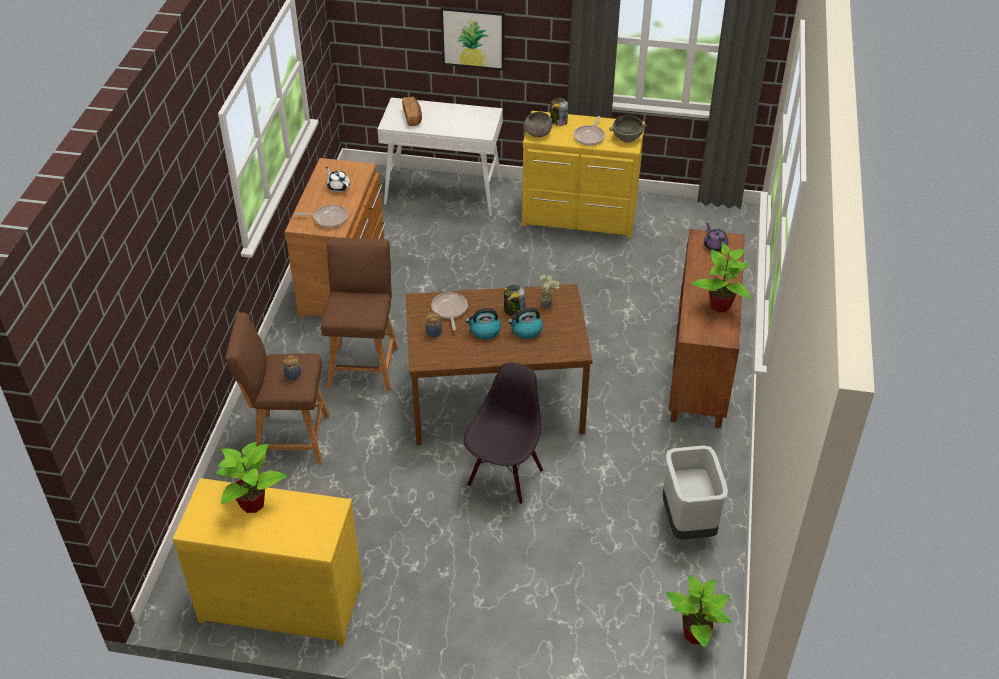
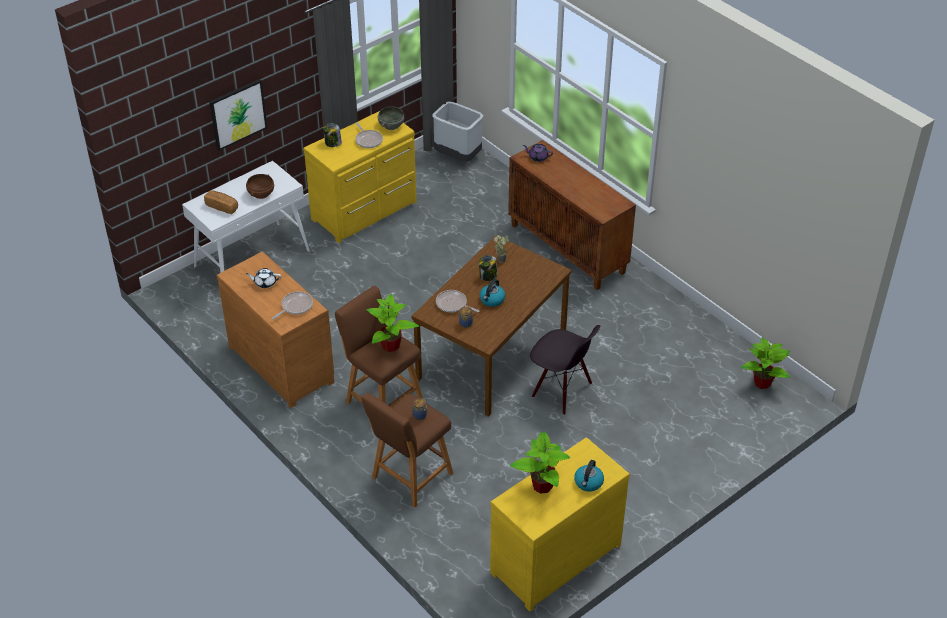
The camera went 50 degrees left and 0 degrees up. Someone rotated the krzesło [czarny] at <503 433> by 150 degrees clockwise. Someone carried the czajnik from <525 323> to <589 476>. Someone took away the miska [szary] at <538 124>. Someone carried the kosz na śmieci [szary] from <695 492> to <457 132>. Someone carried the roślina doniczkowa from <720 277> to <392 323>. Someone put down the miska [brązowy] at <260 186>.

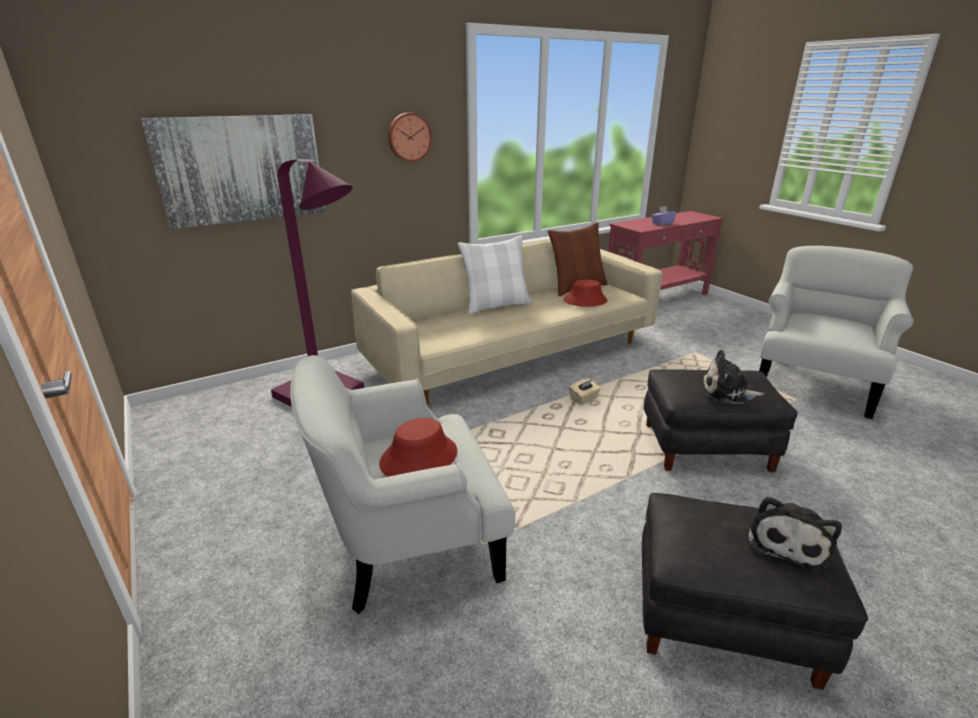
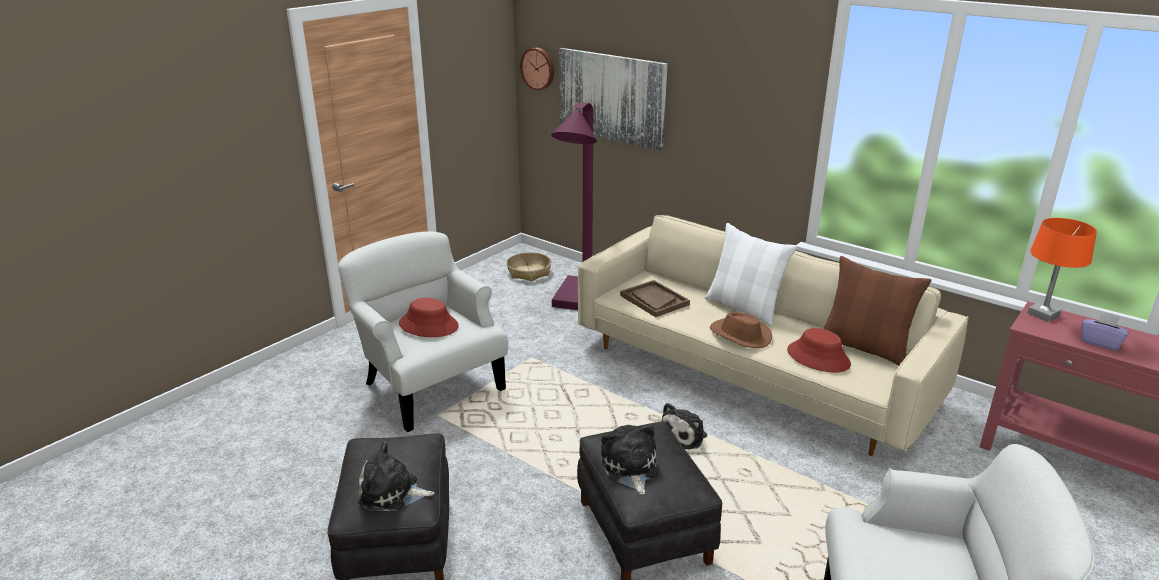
The camera went 70 degrees right and 0 degrees up. Someone carried the zegar ścienny from <410 137> to <537 69>. Someone swapped the pudełko chusteczek [beżowy] at <585 391> for the pluszak at <684 426>. Someone put down the koszyk at <528 267>. Someone put down the taca [brązowy] at <655 298>. Someone put down the kapelusz [brązowy] at <741 330>. Someone put down the lampa stołowa [pomarańczowy] at <1062 270>.

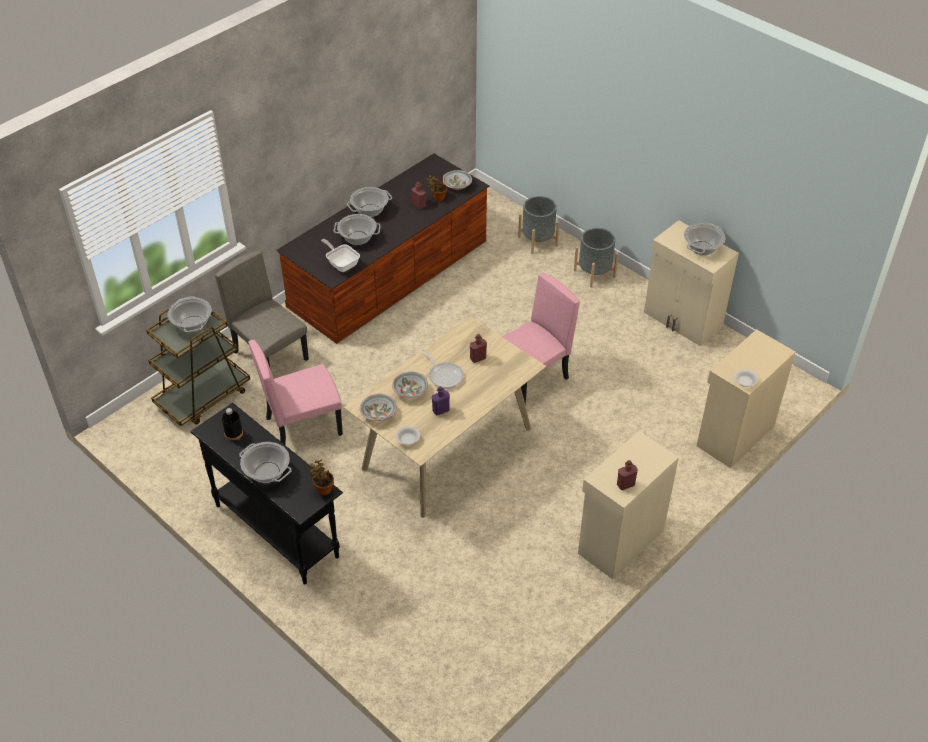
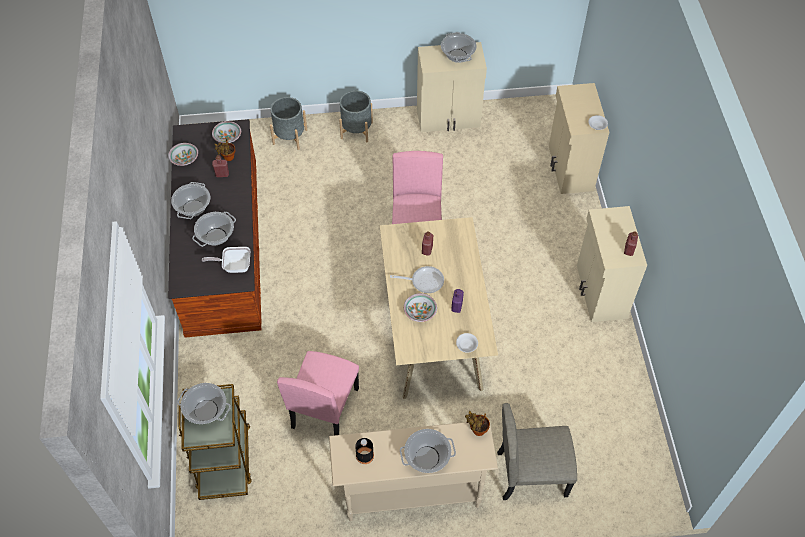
The camera went 50 degrees left and 10 degrees up. Someone repainted the stolik konsolowy [czarny] at <266 493>, which became the stolik konsolowy [beżowy] at <413 470>. Someone carried the krzesło [beżowy] from <262 308> to <537 451>. Someone carried the miska from <378 407> to <183 154>.

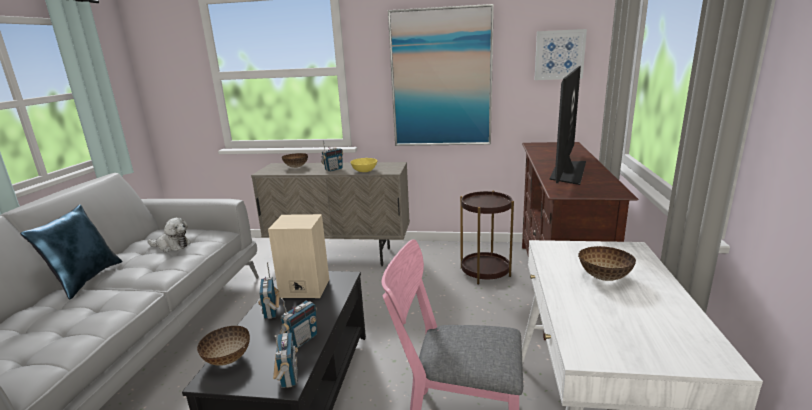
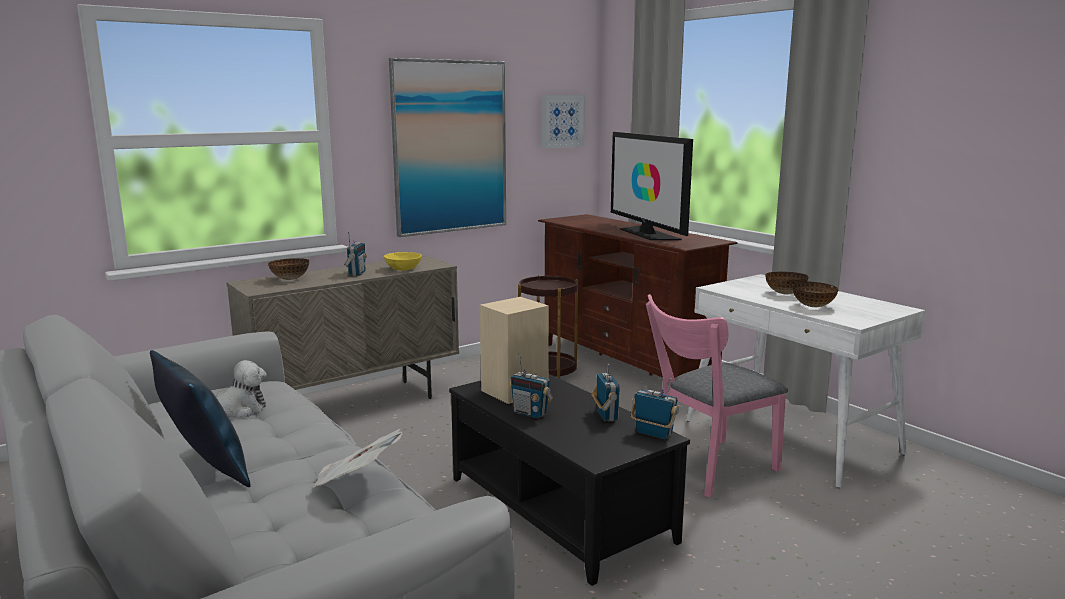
The camera went 45 degrees left and 5 degrees down. Someone carried the miska from <223 346> to <815 294>. Someone put down the gazeta at <357 459>.

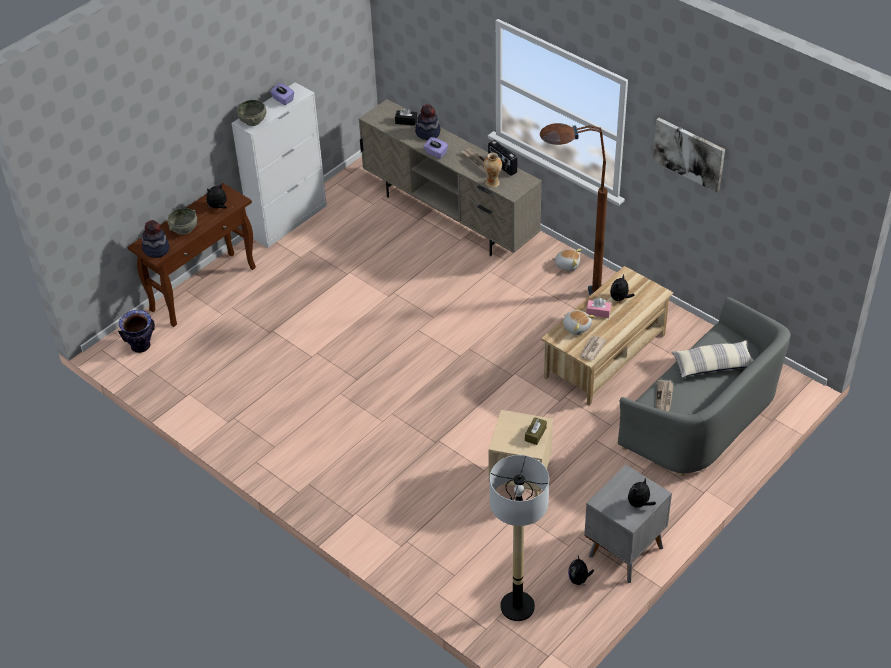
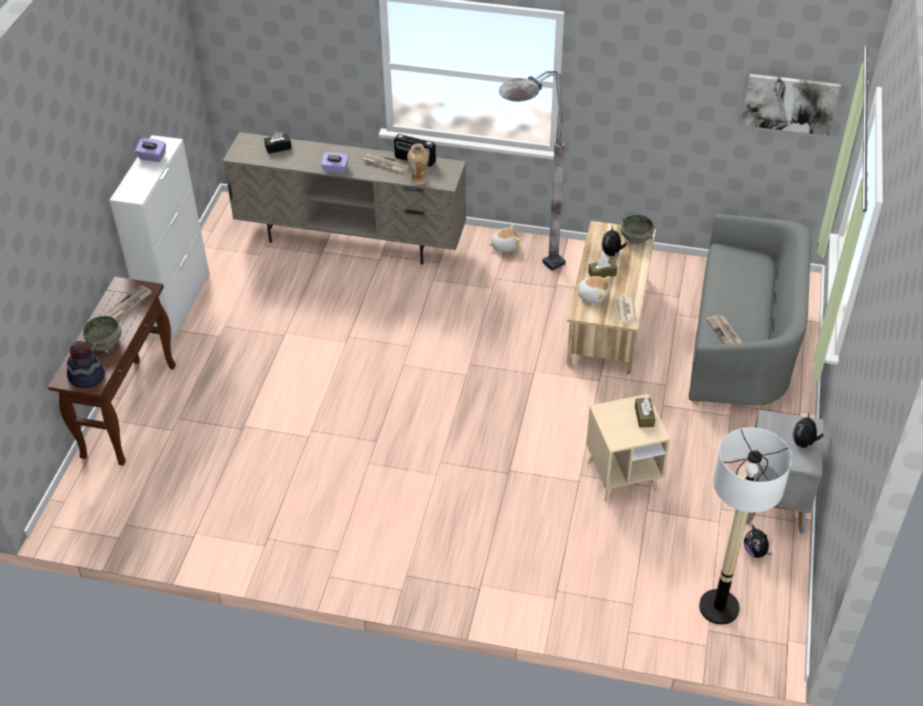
The camera went 30 degrees left and 0 degrees up. Someone took away the wazon at <136 331>. Someone swapped the pluszak at <216 197> for the gazeta at <128 302>. Someone carried the miska [szary] from <251 113> to <637 229>. Someone took away the kapelusz at <427 122>. Someone repainted the lampa stojąca [brązowy] at <573 209>, which became the lampa stojąca [szary] at <532 171>. Someone repainted the pudełko chusteczek [różowy] at <598 308>, which became the pudełko chusteczek [brązowy] at <602 267>. Someone carried the obraz from <689 155> to <791 105>. Someone took away the poduszka at <712 359>.

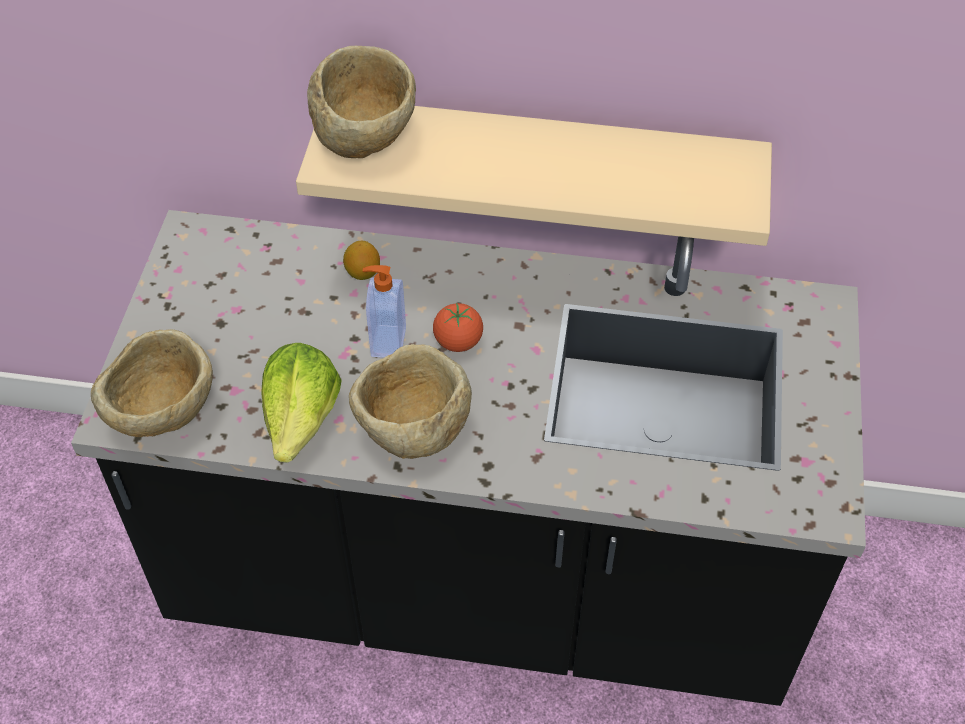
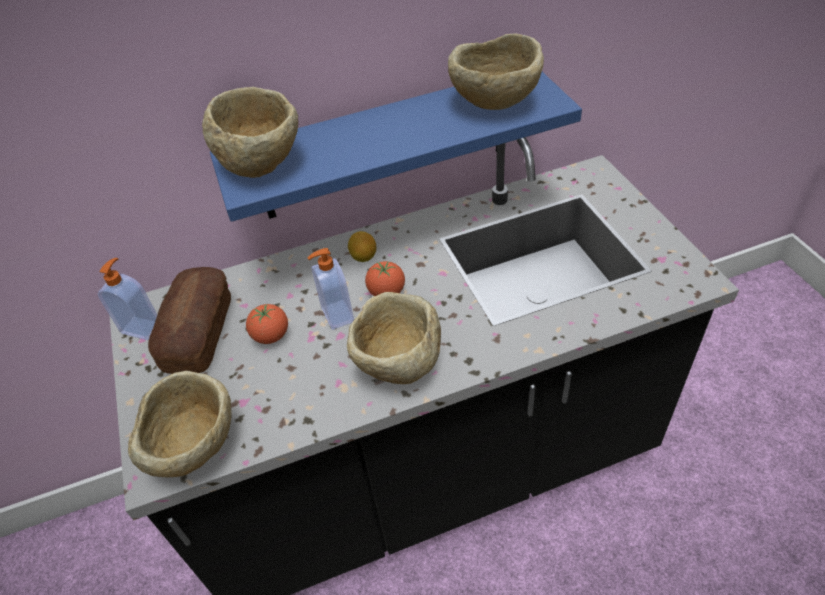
The camera went 25 degrees left and 5 degrees down. Someone took away the sałata at <301 403>. Someone repainted the półka [beżowy] at <534 176>, which became the półka [niebieski] at <396 147>. Someone carried the cytryna from <361 260> to <362 246>. Someone put down the dozownik mydła at <127 299>. Someone put down the chleb at <189 320>. Someone put down the pomidor at <267 324>. Someone put down the miska [beżowy] at <496 71>.

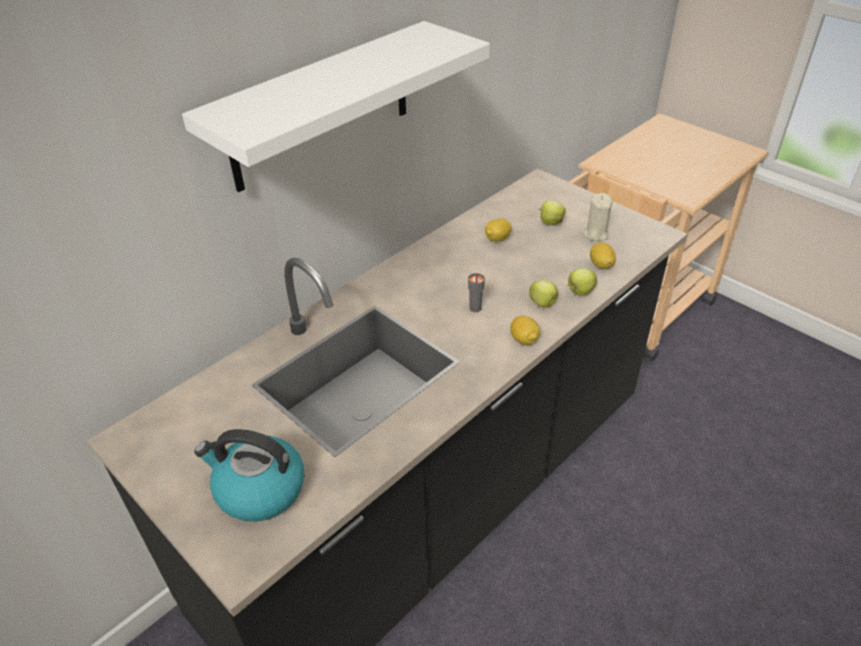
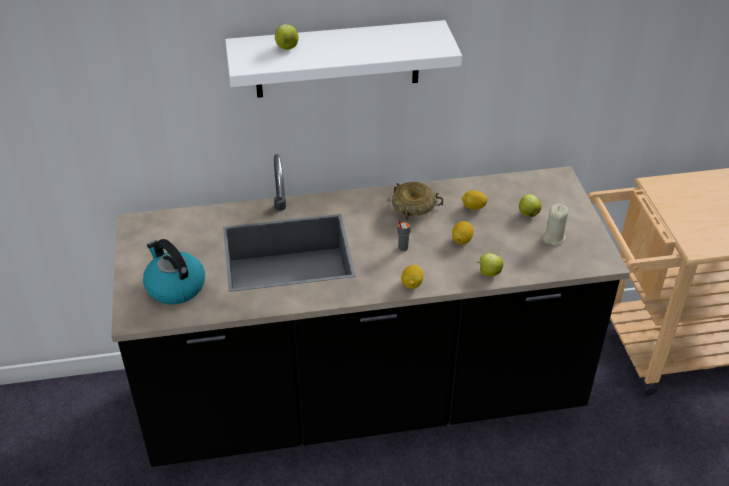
The camera went 35 degrees right and 0 degrees up. Someone carried the jabłko from <543 294> to <287 37>. Someone carried the cytryna from <603 255> to <463 233>. Someone put down the miska [beżowy] at <418 201>.

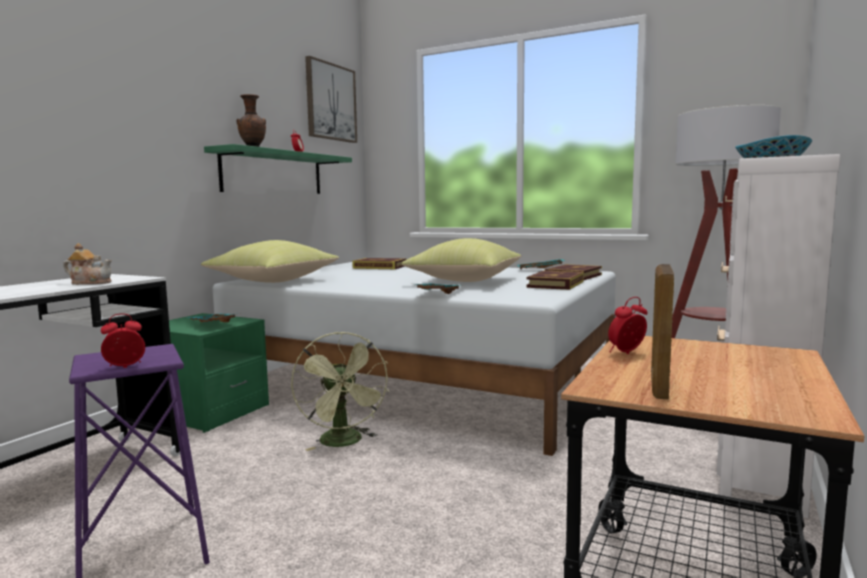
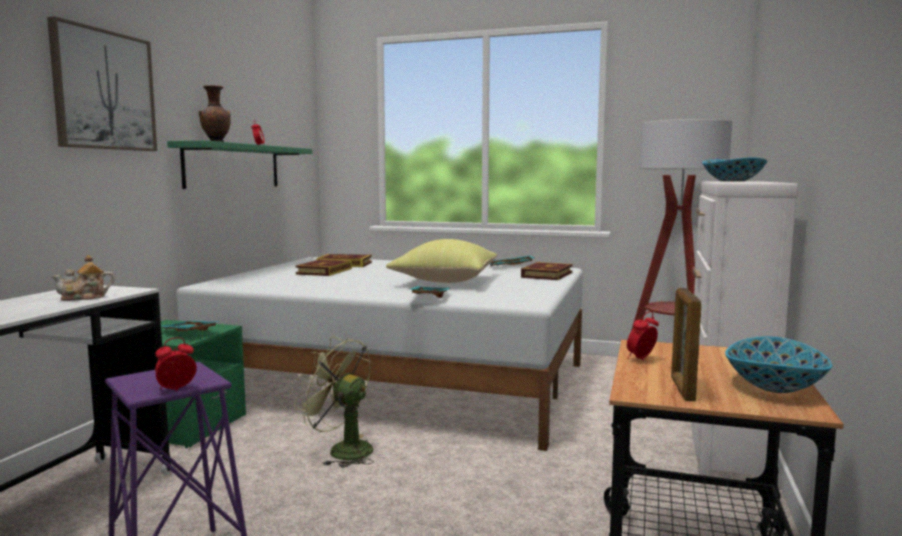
The camera went 10 degrees left and 0 degrees up. Someone rotated the imbryk at <87 264> by 150 degrees clockwise. Someone took away the poduszka [żółty] at <270 261>. Someone rotated the wentylator [zielony] at <340 391> by 150 degrees clockwise. Someone carried the obraz from <331 99> to <102 83>. Someone carried the książka from <555 280> to <324 267>. Someone put down the miska at <778 364>.

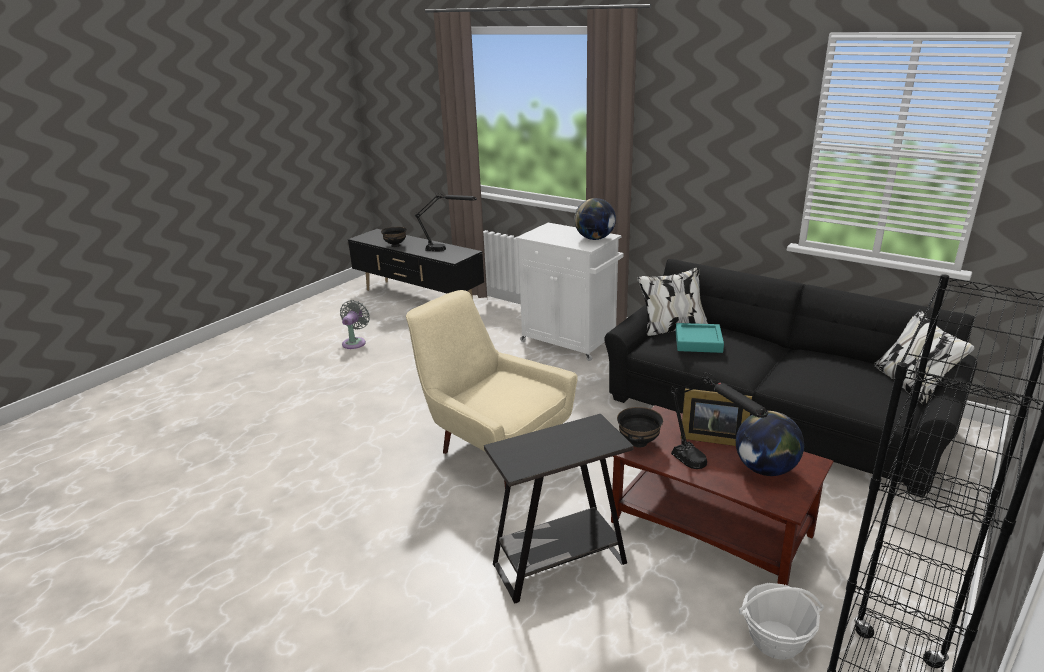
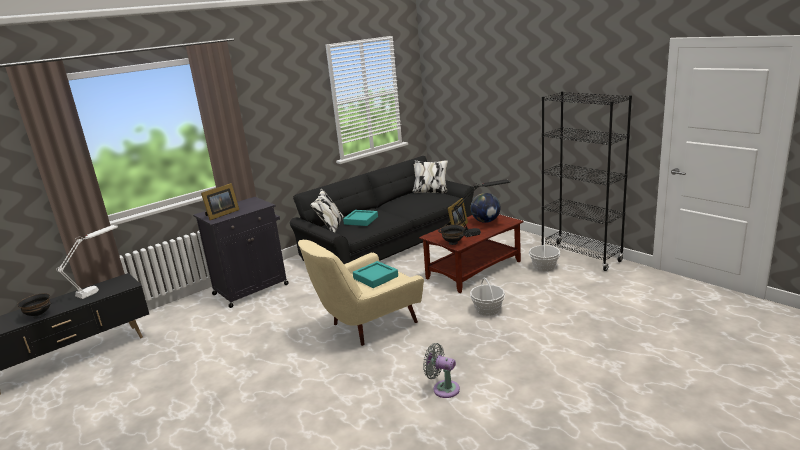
The camera went 75 degrees left and 5 degrees down. Someone carried the wentylator [szary] from <355 324> to <441 370>. Someone repainted the lampa stołowa [czarny] at <445 222>, which became the lampa stołowa [biały] at <87 262>. Someone swapped the stolik [czarny] at <559 509> for the koszyk at <487 296>. Someone repainted the szafka [biały] at <570 292>, which became the szafka [czarny] at <241 252>. Someone took away the globus at <595 219>. Someone put down the ramka na zdjęcie at <220 201>. Someone put down the taca [turkusowy] at <375 274>.

